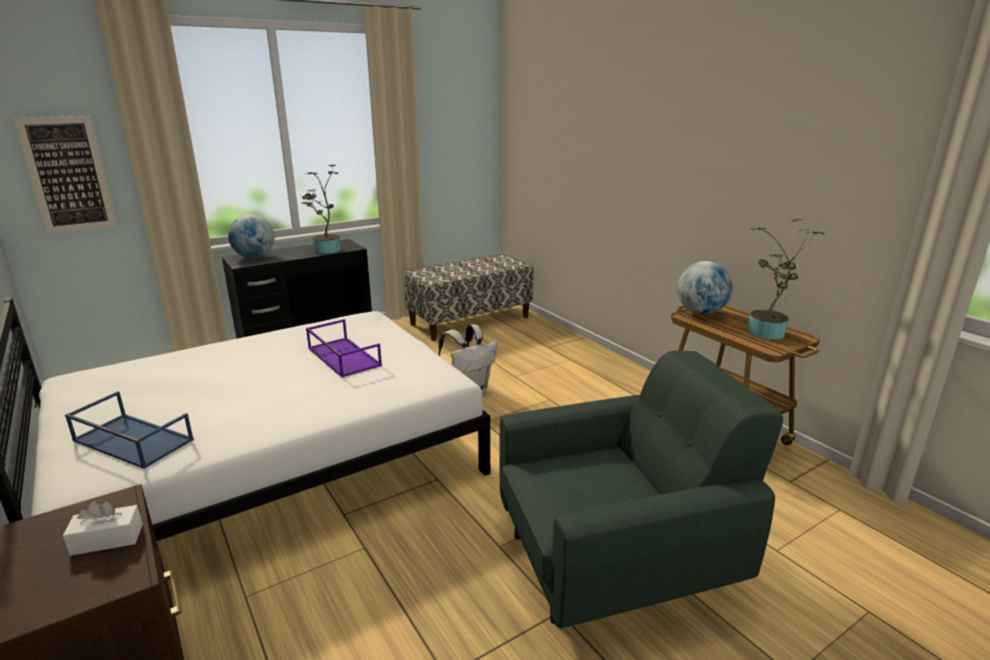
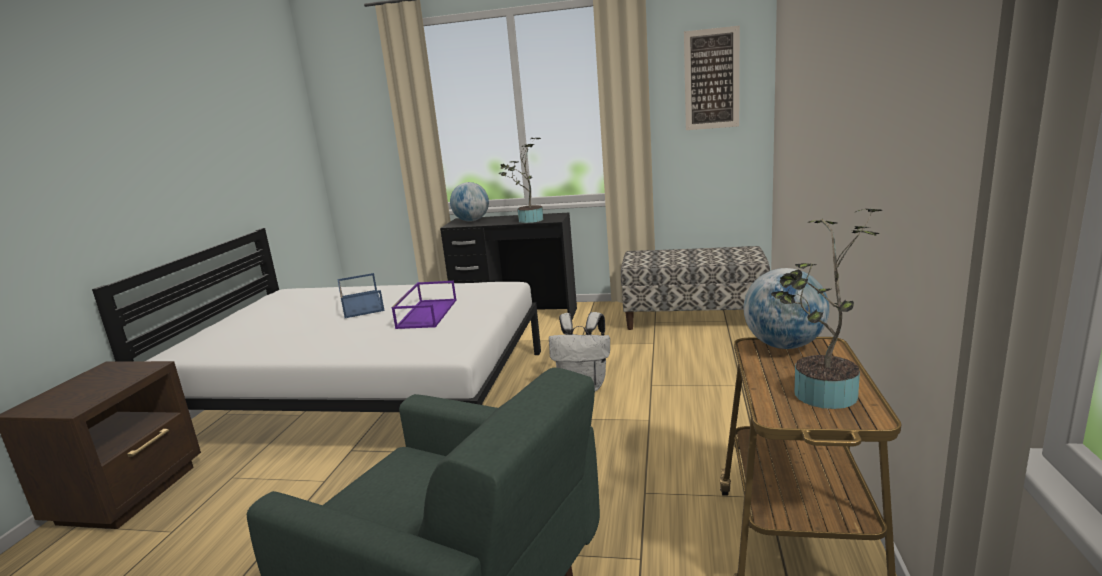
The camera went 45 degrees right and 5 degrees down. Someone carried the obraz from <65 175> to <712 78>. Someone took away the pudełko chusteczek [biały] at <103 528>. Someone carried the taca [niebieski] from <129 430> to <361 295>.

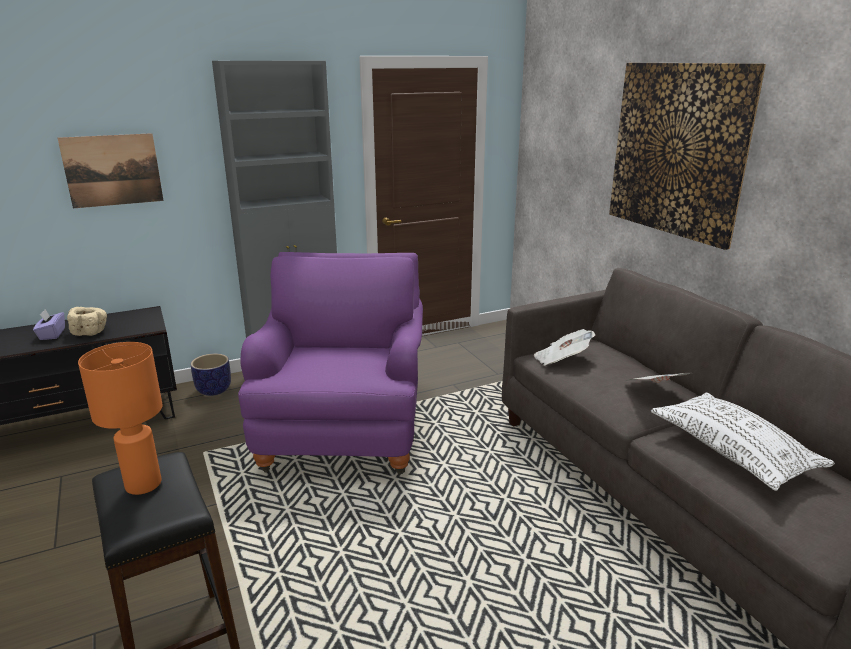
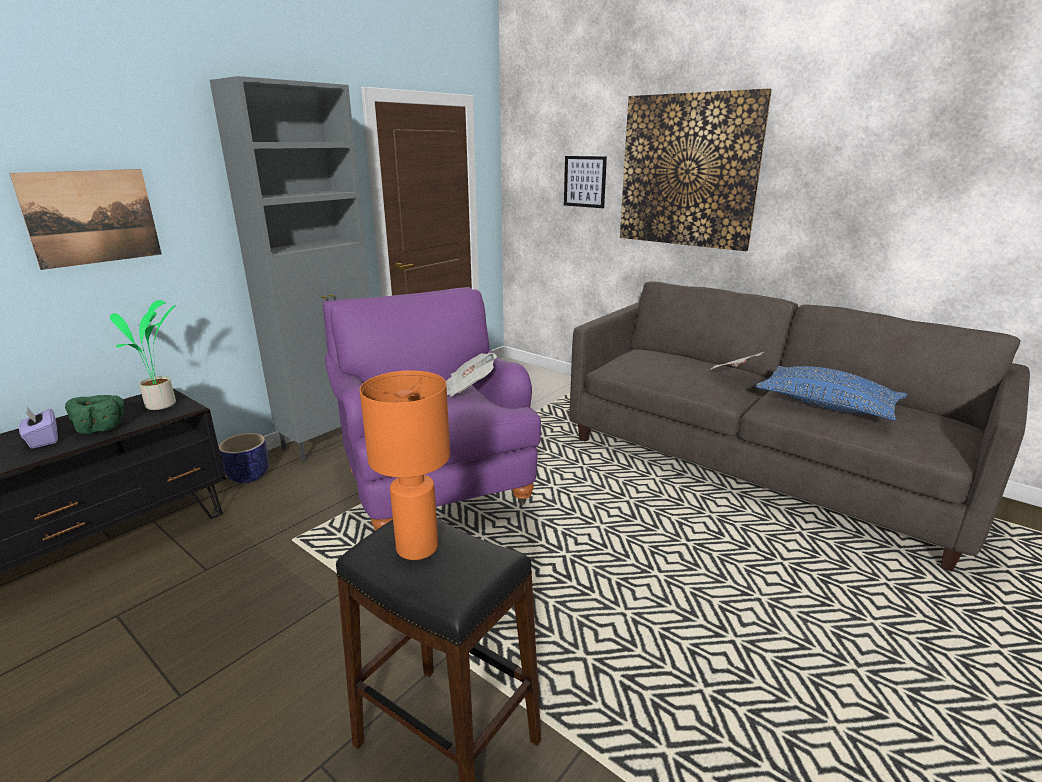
The camera went 25 degrees left and 0 degrees up. Someone repainted the miska [beżowy] at <87 321>, which became the miska [zielony] at <94 414>. Someone carried the gazeta from <564 347> to <471 375>. Someone repainted the poduszka [biały] at <743 442>, which became the poduszka [niebieski] at <831 393>. Someone put down the roślina doniczkowa at <143 355>. Someone put up the obraz at <585 182>.

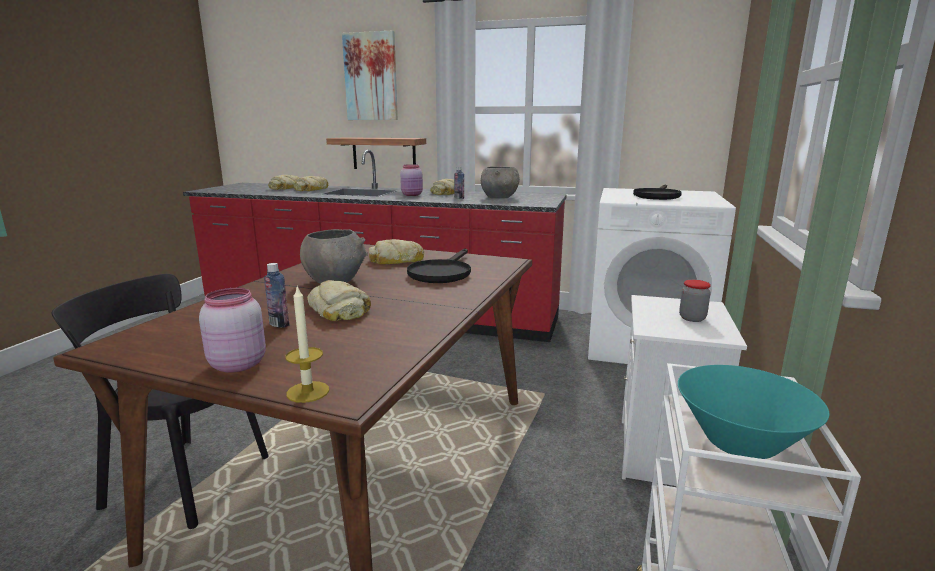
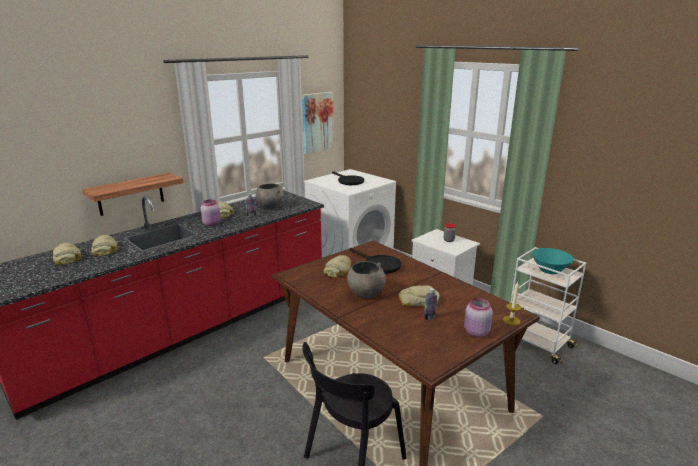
The camera went 60 degrees left and 5 degrees up. Someone carried the obraz from <370 75> to <318 123>.

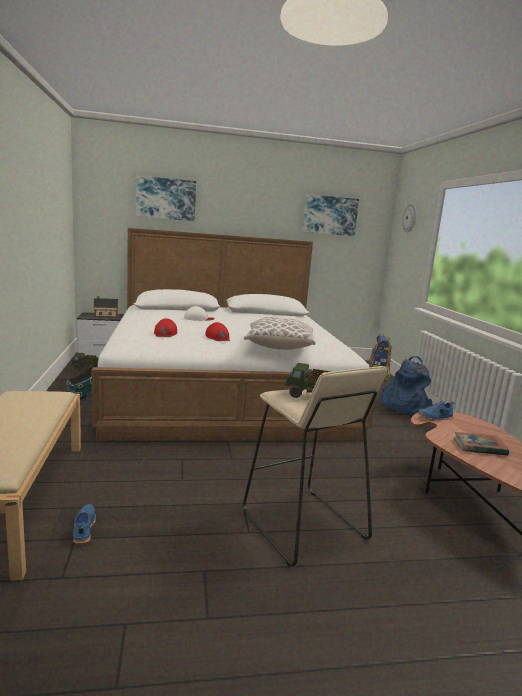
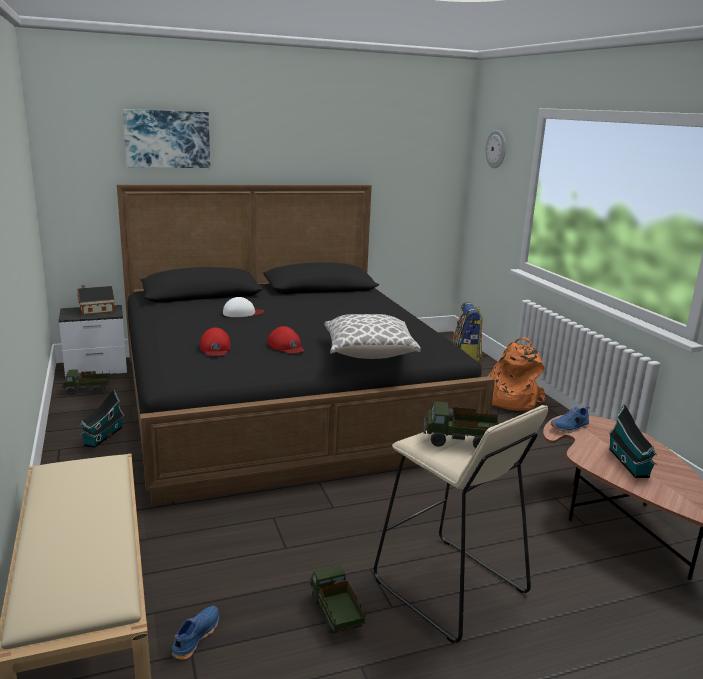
The camera went 10 degrees left and 5 degrees up. Someone rotated the but [niebieski] at <84 524> by 45 degrees clockwise. Someone repainted the łóżko [biały] at <233 334>, which became the łóżko [czarny] at <306 345>. Someone took away the obraz at <330 215>. Someone repainted the plecak [niebieski] at <407 385>, which became the plecak [pomarańczowy] at <514 374>. Someone swapped the książka at <481 444> for the domek at <632 441>. Someone put down the ciężarówka zabawkowa at <338 600>.

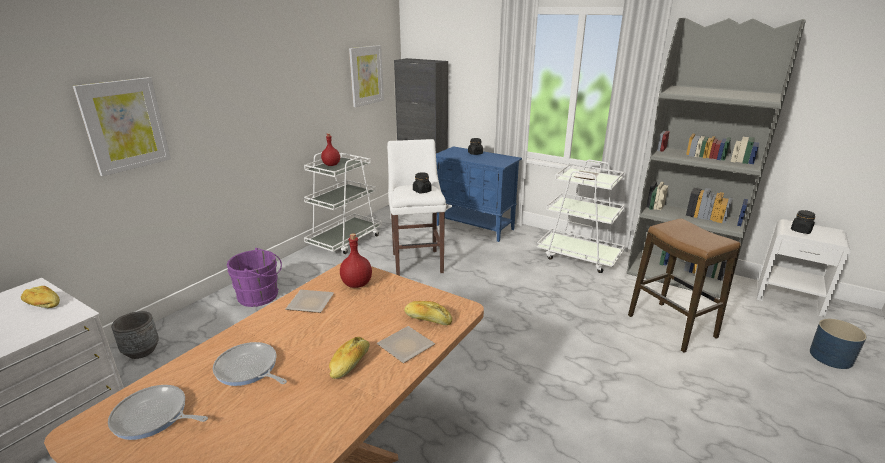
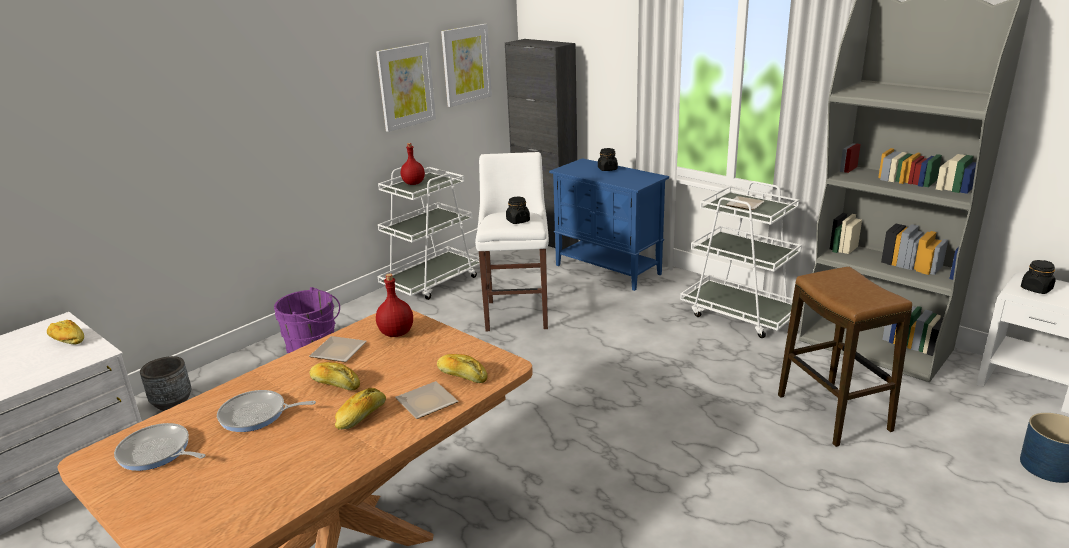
The camera went 10 degrees right and 0 degrees up. Someone carried the obraz from <122 126> to <406 87>. Someone rotated the patelnia at <250 364> by 45 degrees counterclockwise. Someone put down the chleb at <334 376>.

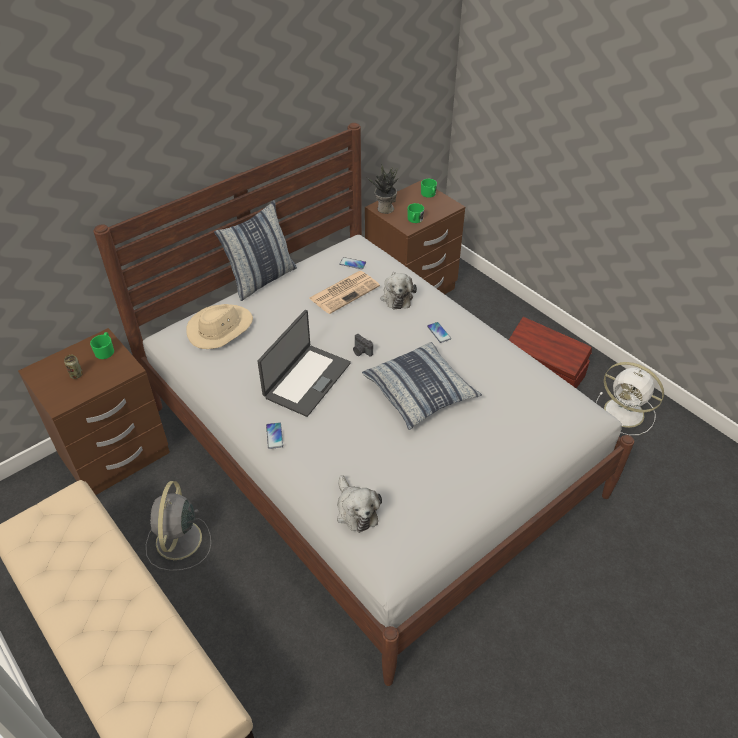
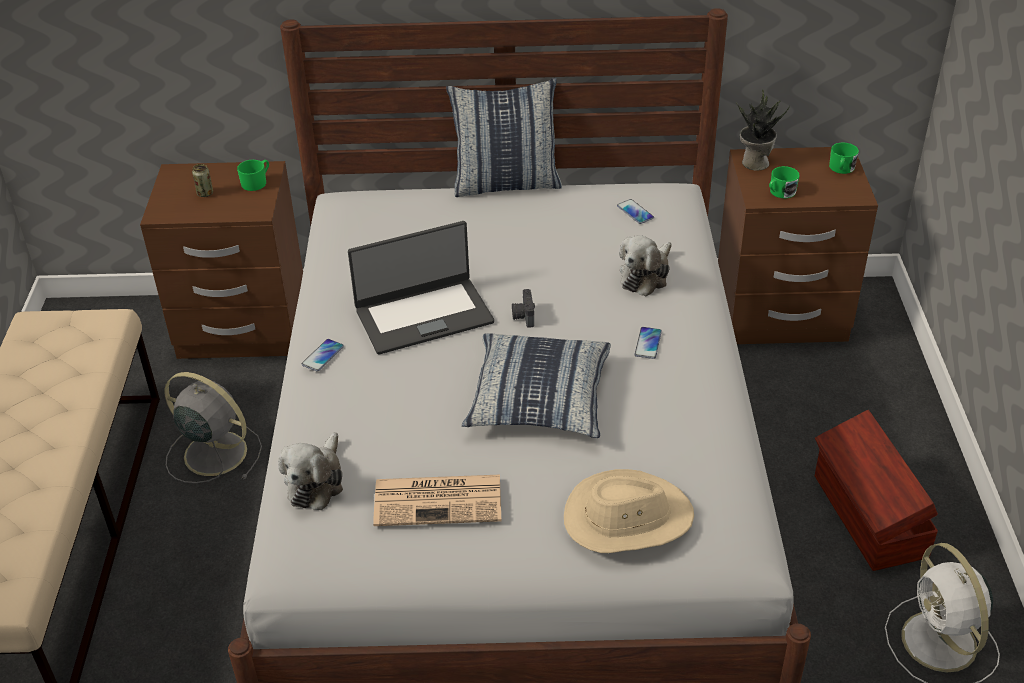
The camera went 40 degrees right and 5 degrees down. Someone rotated the wentylator [szary] at <178 526> by 75 degrees clockwise. Someone carried the kapelusz [beżowy] from <219 326> to <629 511>. Someone carried the gazeta from <344 292> to <437 500>.

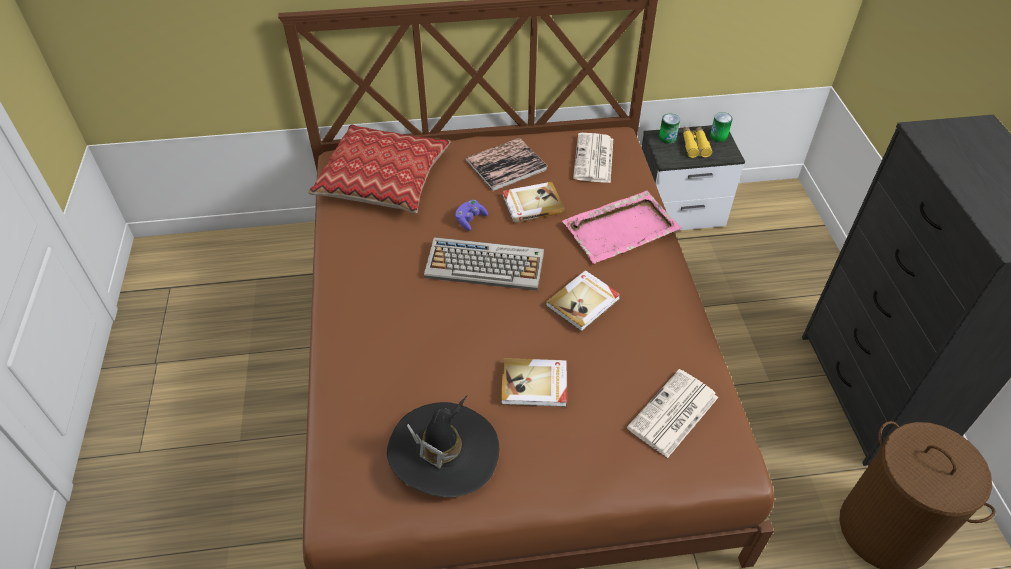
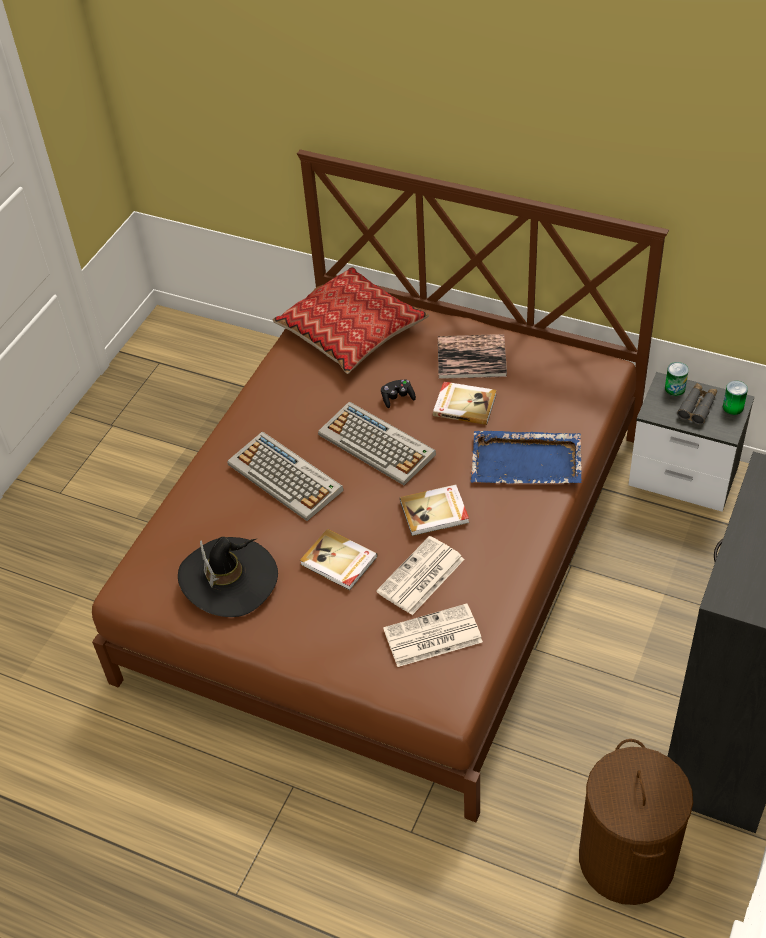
The camera went 35 degrees right and 0 degrees up. Someone repainted the pad do gier [fioletowy] at <471 215>, which became the pad do gier [czarny] at <398 393>. Someone repainted the taca [różowy] at <621 227>, which became the taca [niebieski] at <526 457>. Someone carried the gazeta from <593 158> to <420 575>. Someone repainted the lornetka [żółty] at <697 142>, which became the lornetka [szary] at <697 404>. Someone put down the klawiatura at <285 476>.

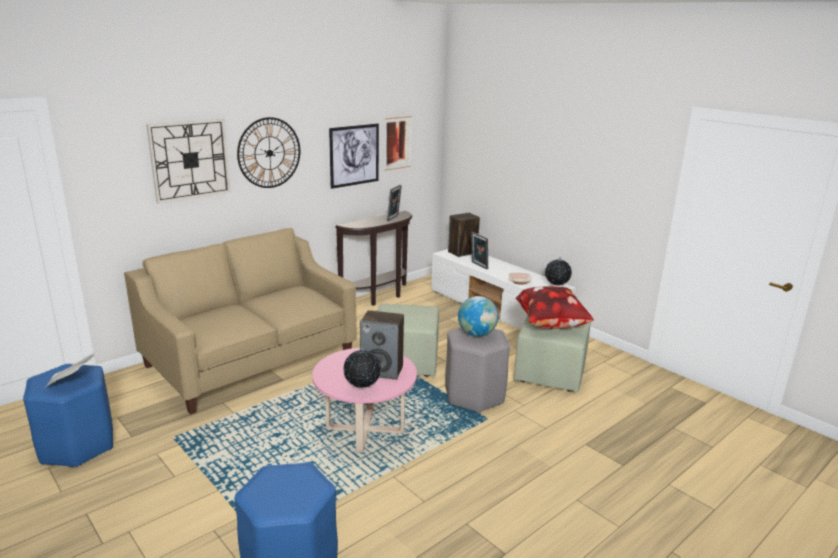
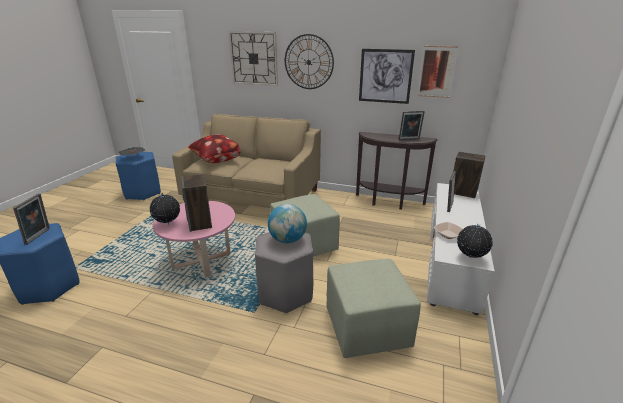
The camera went 60 degrees right and 5 degrees up. Someone carried the poduszka from <554 307> to <214 148>. Someone put down the ramka na zdjęcie at <31 219>.

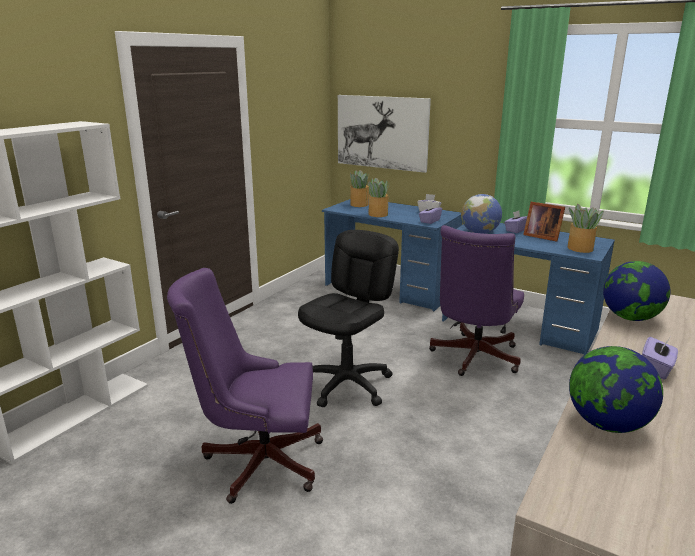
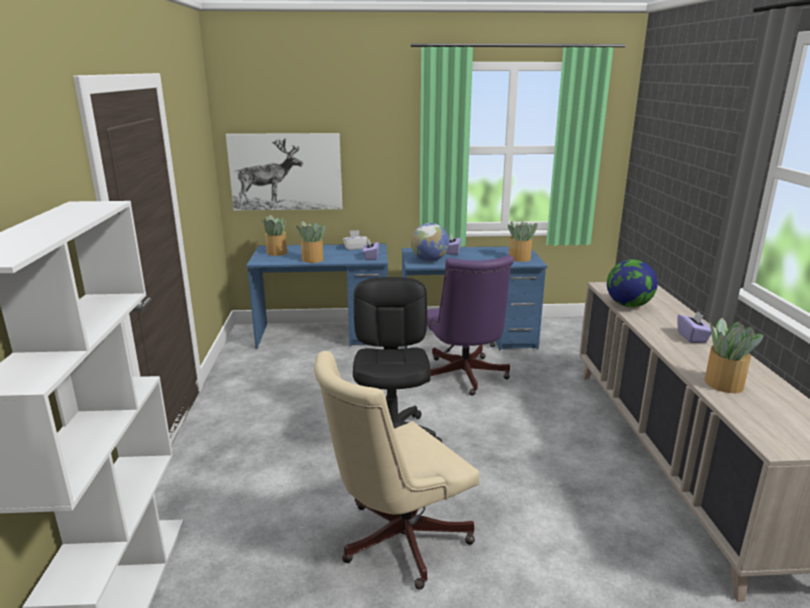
The camera went 35 degrees left and 0 degrees up. Someone repainted the krzesło biurowe [fioletowy] at <245 386>, which became the krzesło biurowe [beżowy] at <396 470>. Someone took away the ramka na zdjęcie at <544 222>. Someone swapped the globus at <616 389> for the roślina doniczkowa at <734 355>.

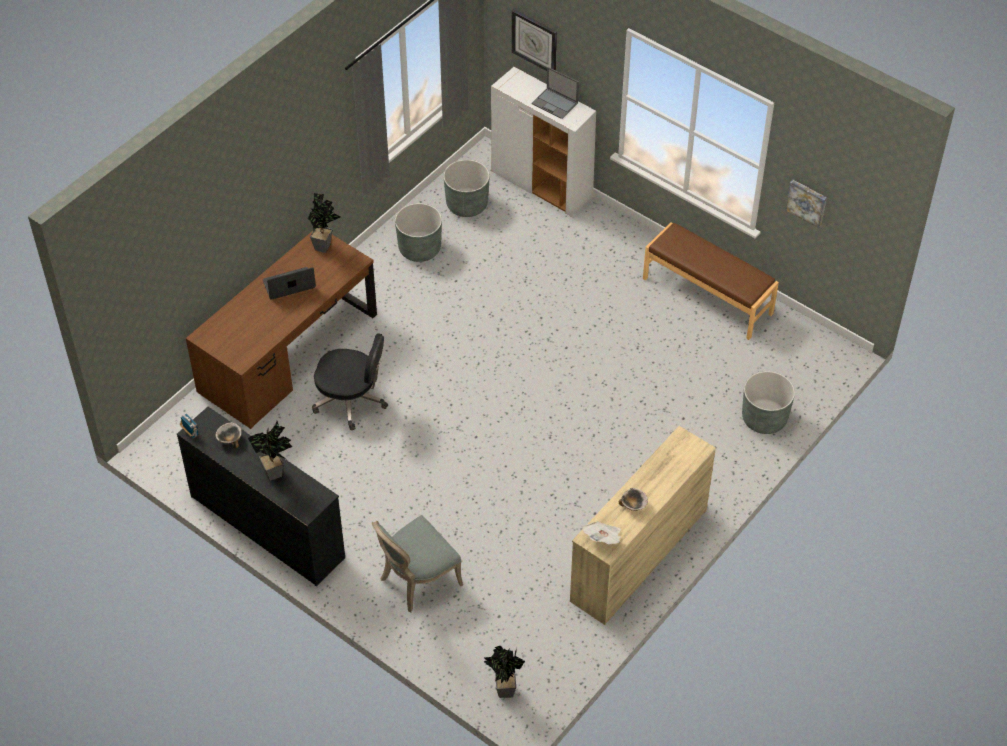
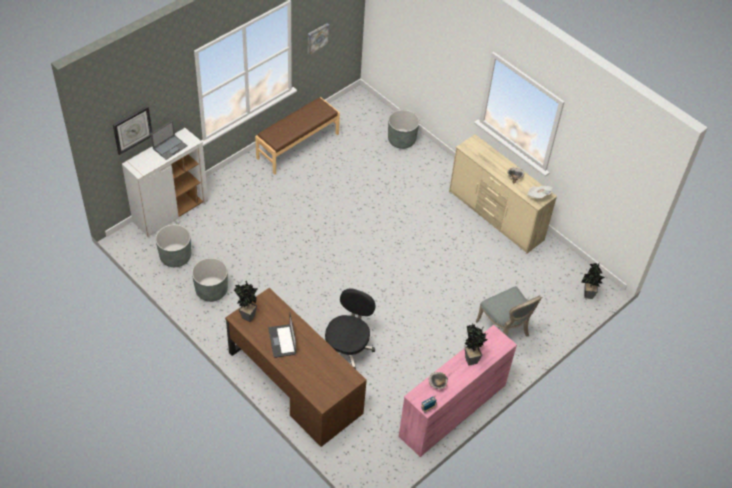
The camera went 85 degrees left and 0 degrees up. Someone repainted the komoda [czarny] at <261 496>, which became the komoda [różowy] at <458 391>.

